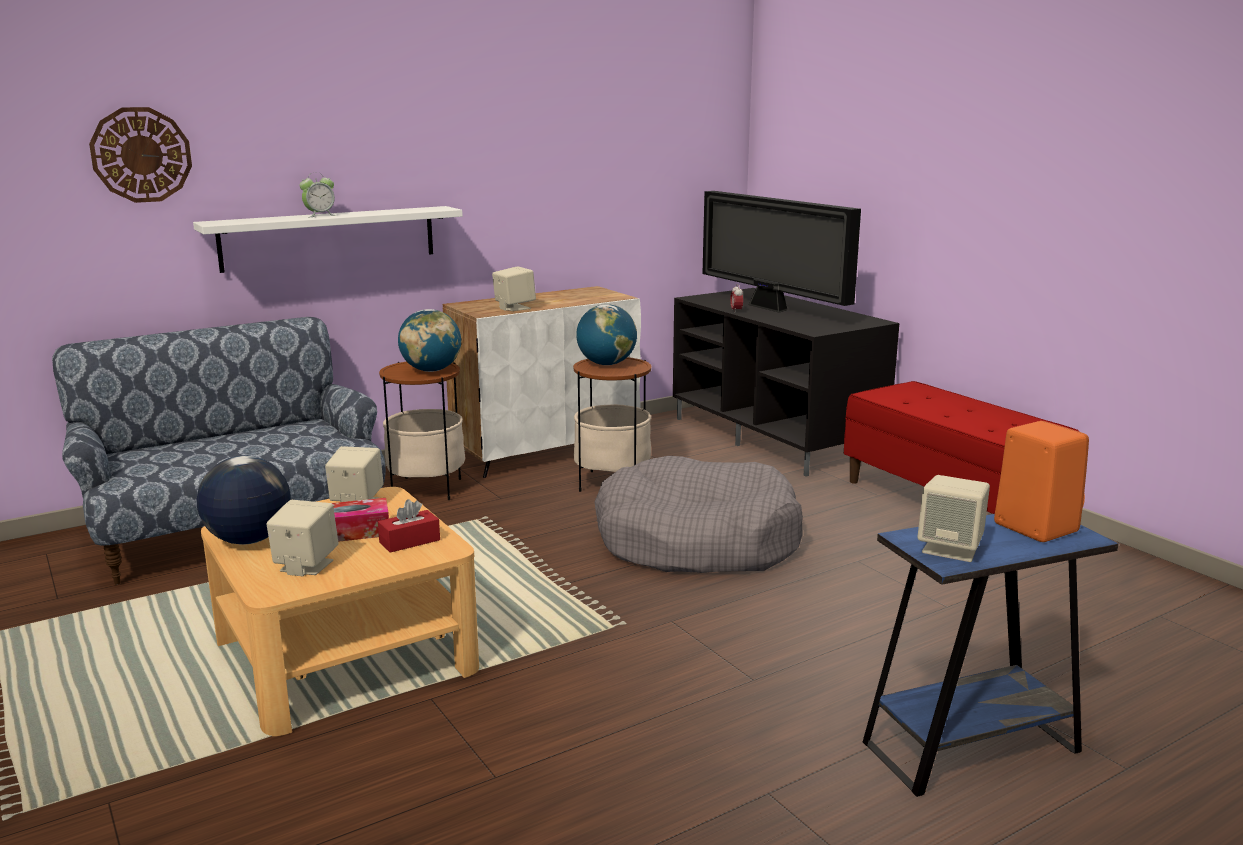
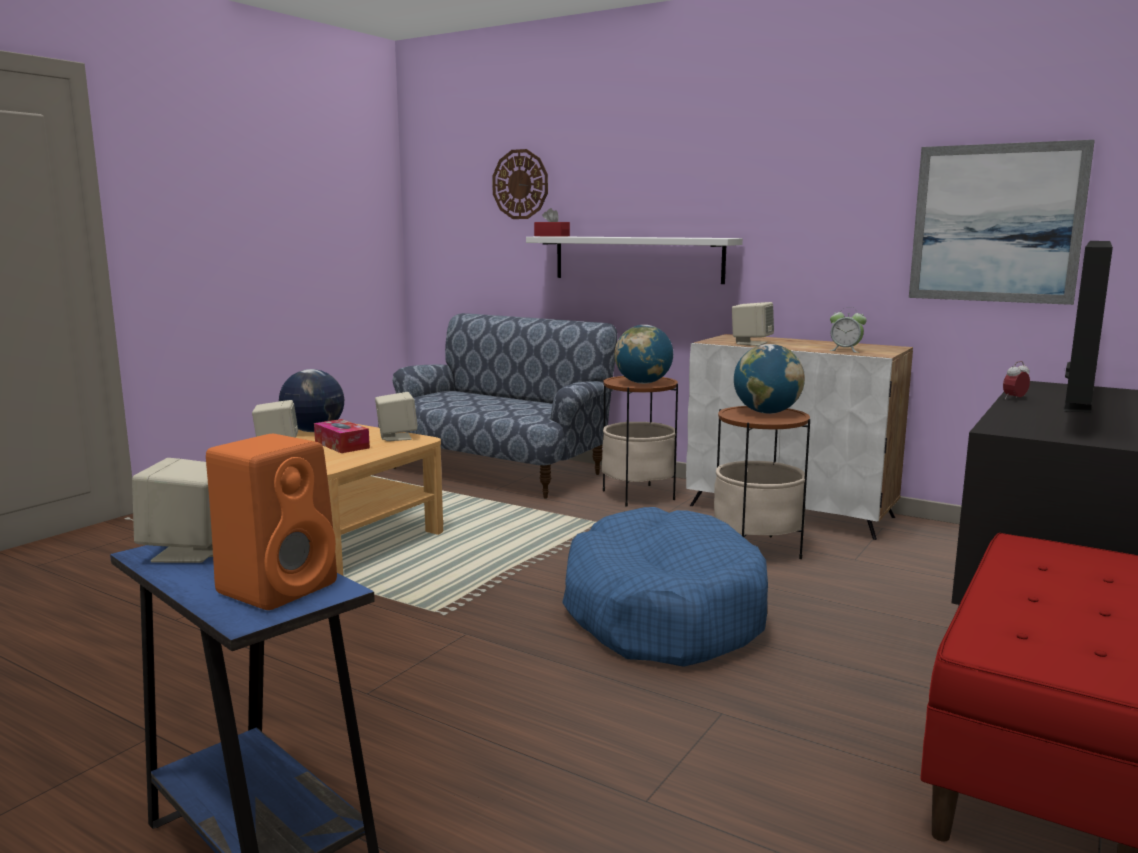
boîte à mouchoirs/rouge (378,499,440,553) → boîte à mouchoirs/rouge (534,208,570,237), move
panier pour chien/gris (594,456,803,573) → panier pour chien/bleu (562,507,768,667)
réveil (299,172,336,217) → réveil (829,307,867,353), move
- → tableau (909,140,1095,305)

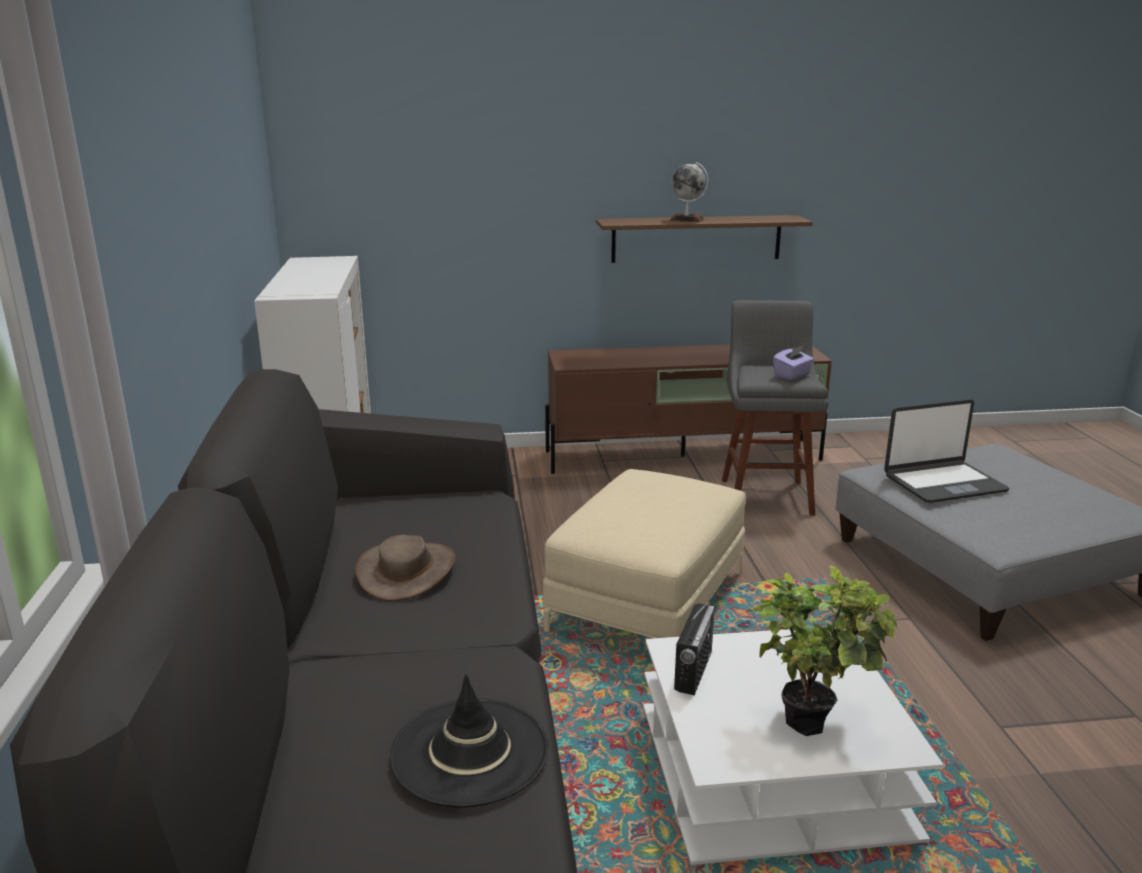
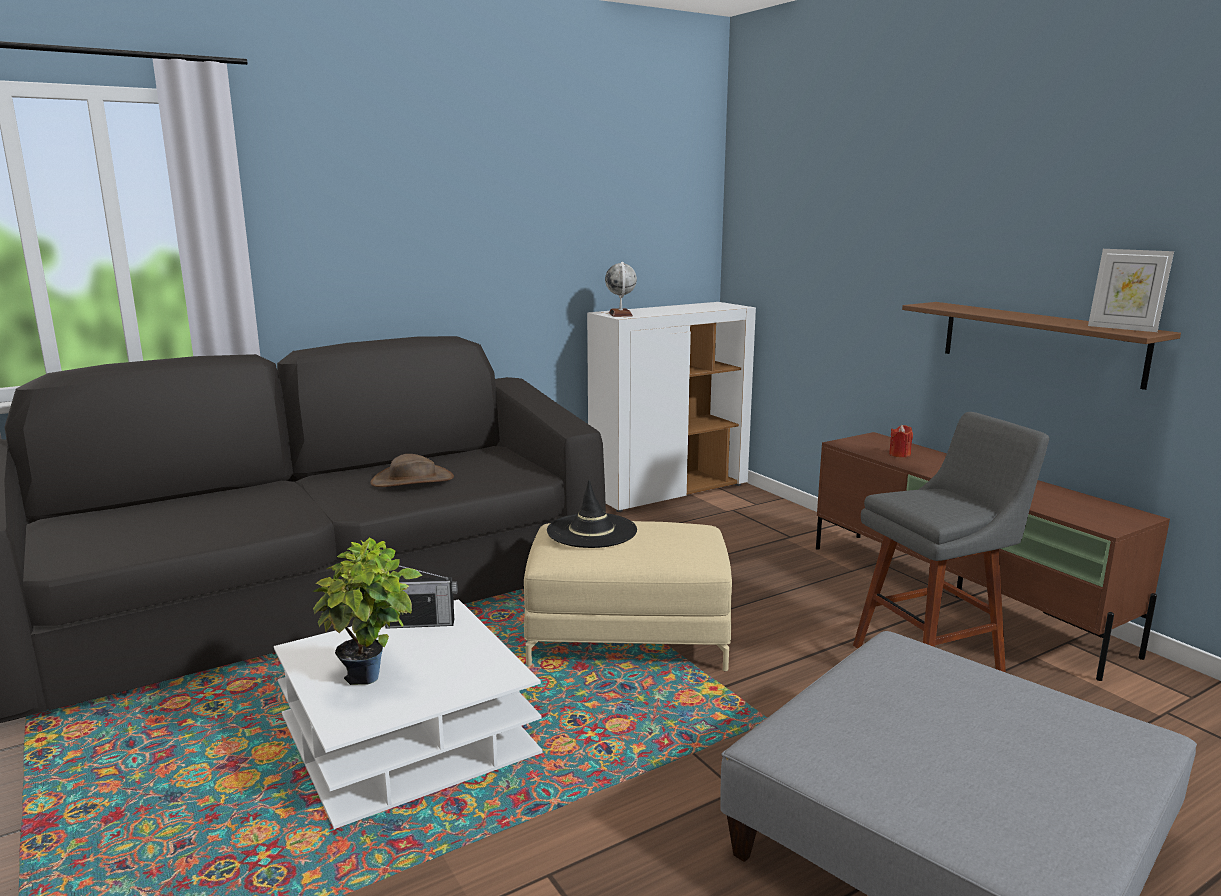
chapeau/noir (390,674,549,808) → chapeau/noir (547,480,637,548), move
globe (669,162,709,222) → globe (605,262,637,317), move
- → bougie/rouge (889,425,913,457)
- → cadre photo (1088,249,1174,332)
boîte à mouchoirs/violet (773,345,814,380) → -
ordinateur portable (884,399,1009,503) → -

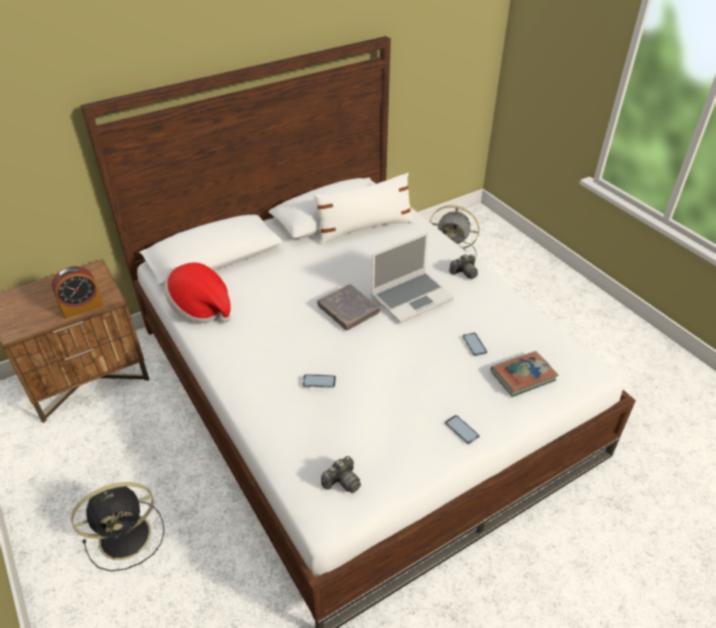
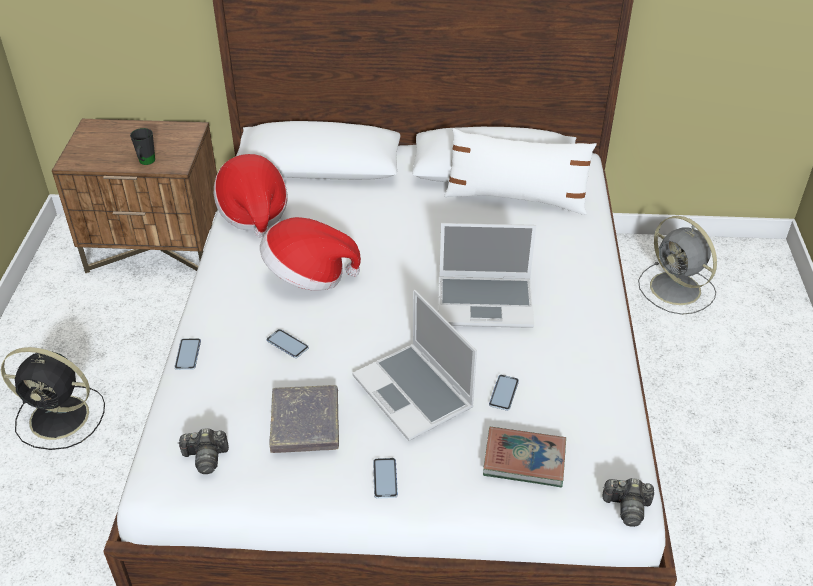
réveil (52,266,104,319) → mug/noir (130,128,155,165)
- → téléphone (175,338,201,370)
- → chapeau (260,217,361,291)
livre/gris (317,284,380,331) → livre/gris (269,385,339,453), move
- → ordinateur portable (352,290,477,441)
appareil photo (449,254,478,279) → appareil photo (603,478,654,527), move

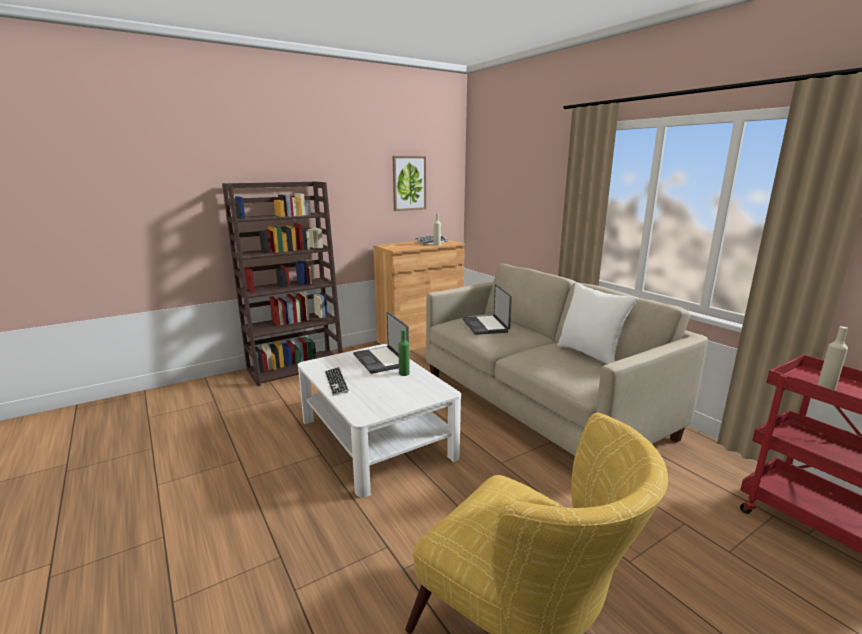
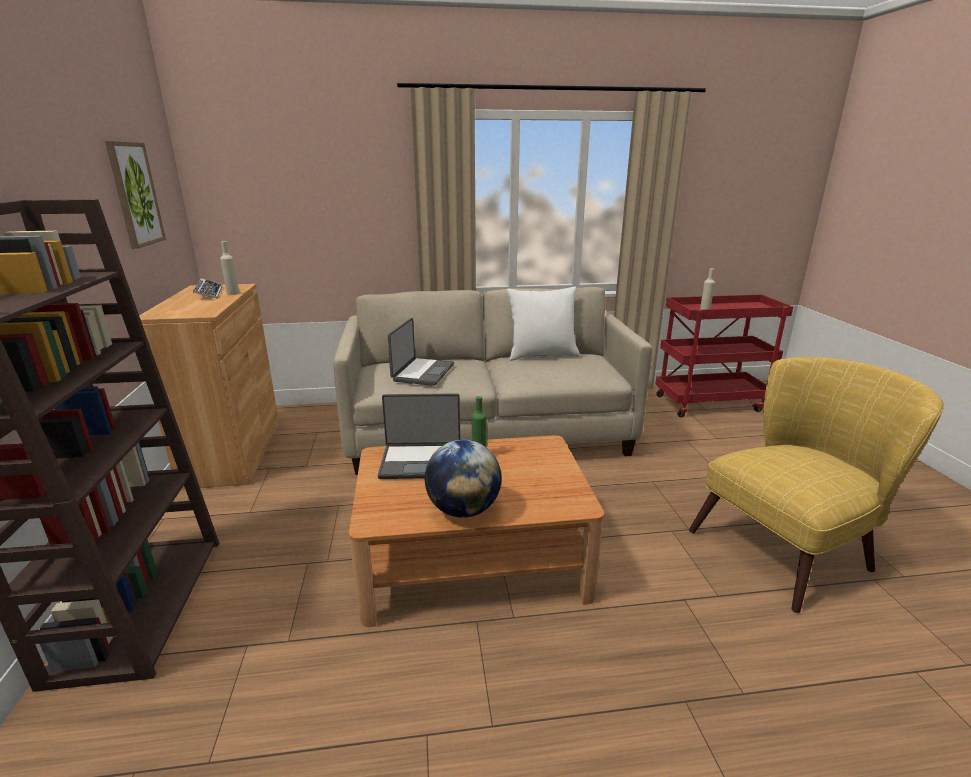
table basse/blanc (298,344,461,498) → table basse/marron (349,435,604,627)
ordinateur portable (462,284,512,335) → ordinateur portable (387,318,454,386), 90 degrees counterclockwise
clavier (325,367,349,396) → globe (425,439,502,518)

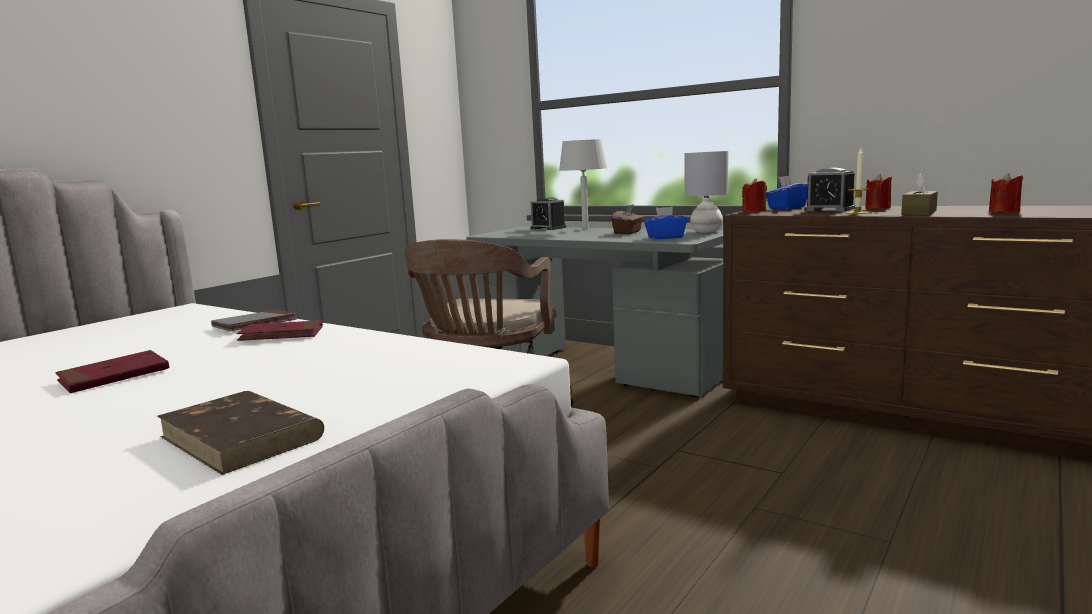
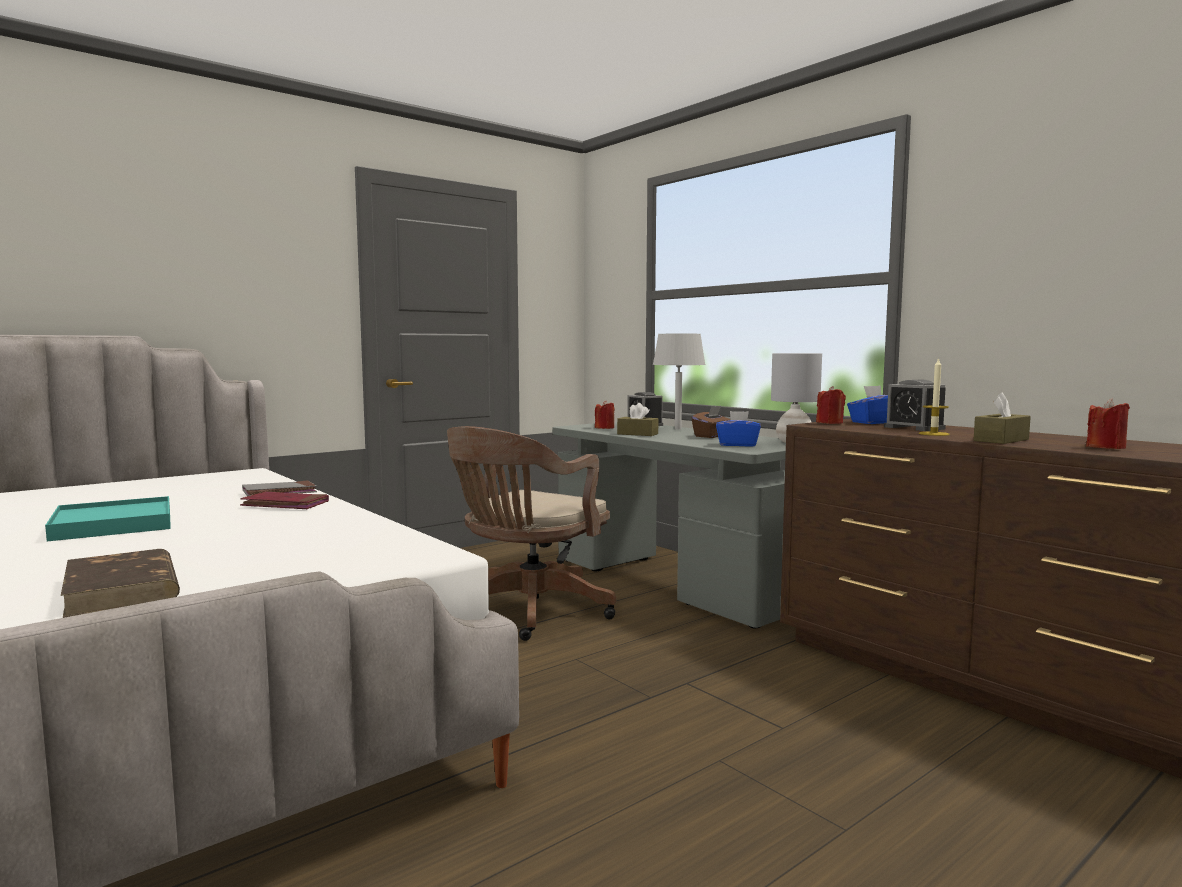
livre/rouge (55,350,169,393) → plateau/turquoise (45,496,171,541)
bougie/rouge (865,174,892,209) → bougie/rouge (595,401,615,429), move
- → boîte à mouchoirs/marron (617,403,658,436)

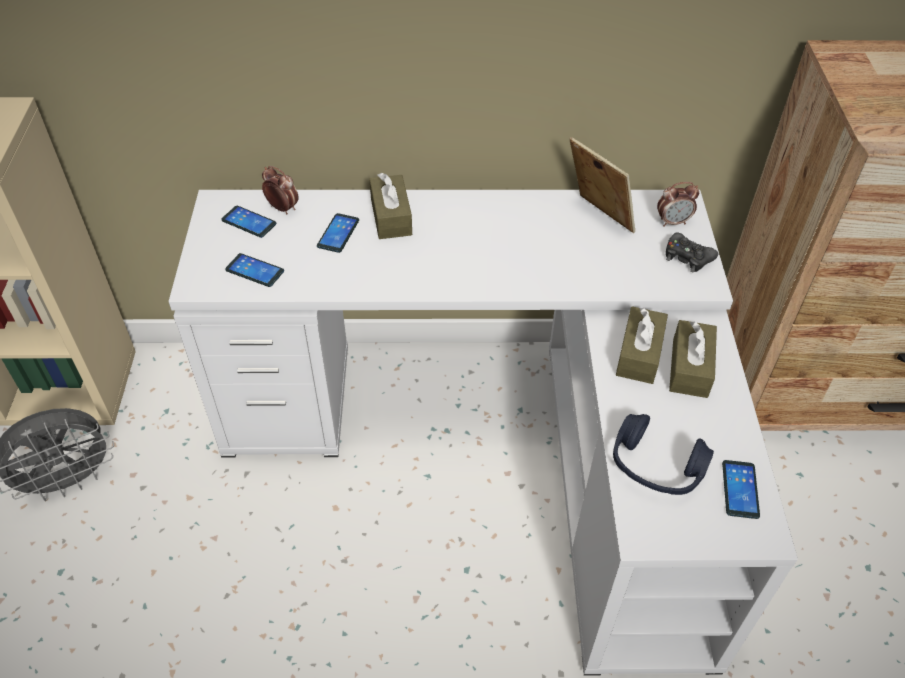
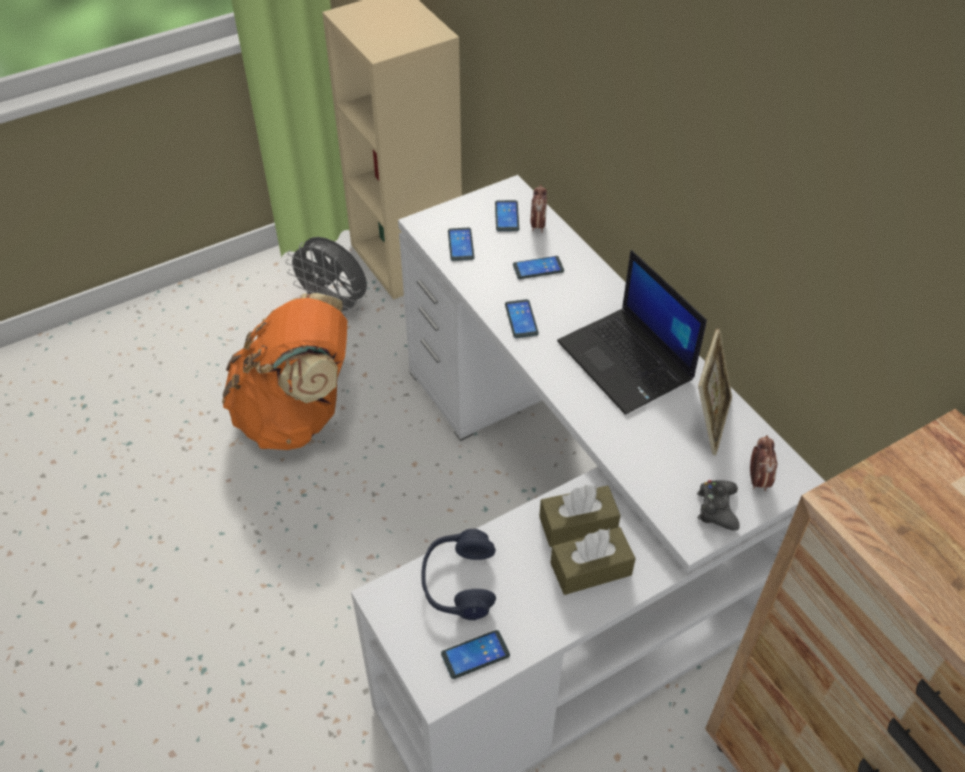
- → sac à dos/orange (222,293,347,450)
- → téléphone (505,299,539,338)
- → ordinateur portable (557,250,707,415)
réveil (657,182,699,227) → réveil (750,435,778,491), 135 degrees counterclockwise
boîte à mouchoirs/marron (369,173,412,239) → -

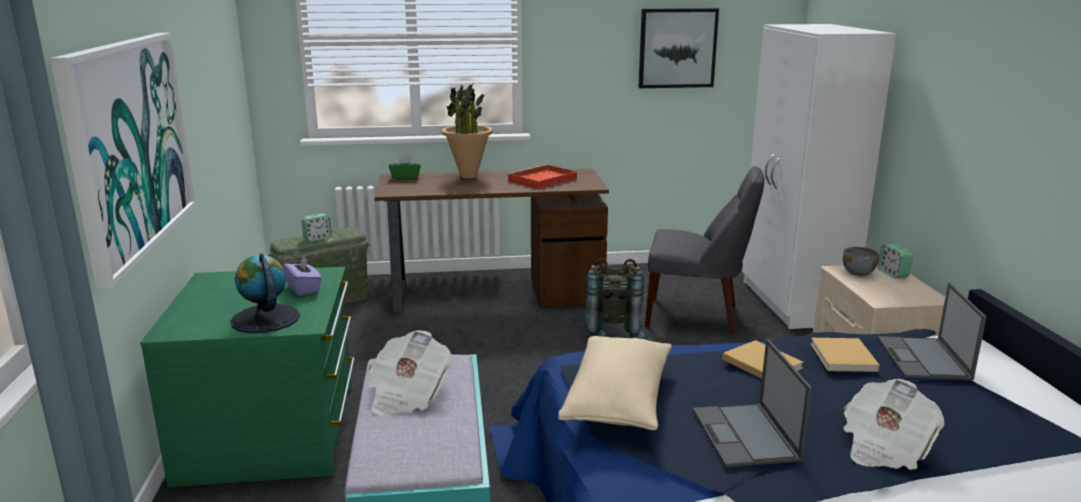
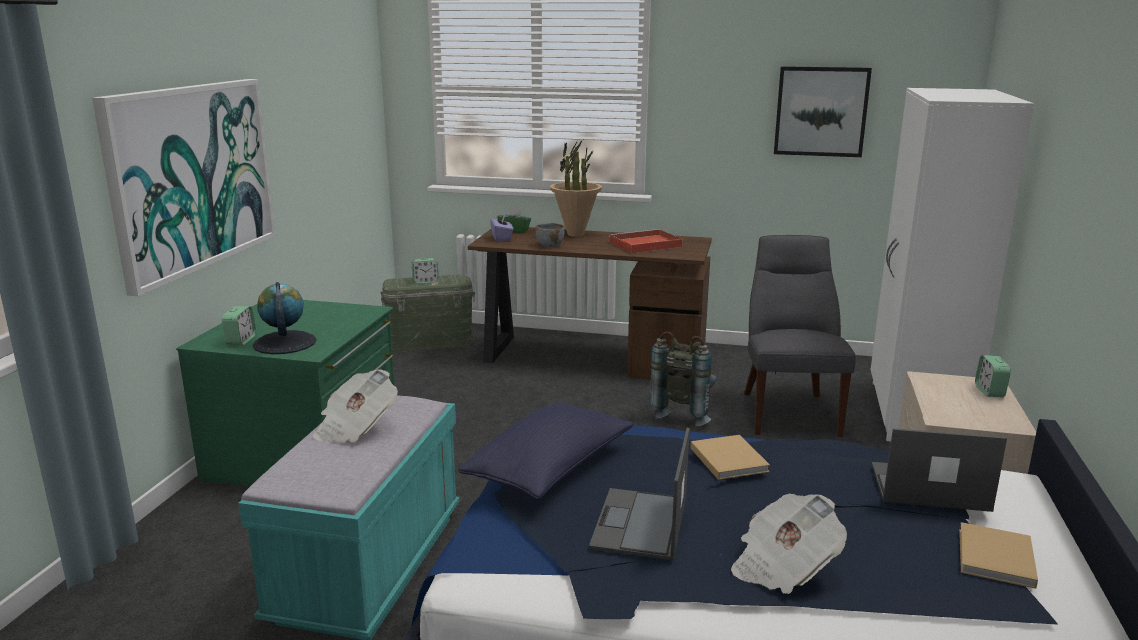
- → réveil (222,306,256,346)
coussin/beige (558,336,672,430) → coussin/bleu (459,402,633,499)
boîte à mouchoirs/violet (283,255,322,296) → boîte à mouchoirs/violet (490,214,513,241), move
bol/gris (843,247,879,276) → bol/gris (535,223,565,248), move
chaise/gris (645,166,764,334) → chaise/gris (744,235,856,437), 120 degrees counterclockwise
ordinateur portable (878,282,986,380) → ordinateur portable (872,428,1007,512), 75 degrees clockwise
livre/beige (811,338,880,372) → livre/beige (959,522,1038,589), move

